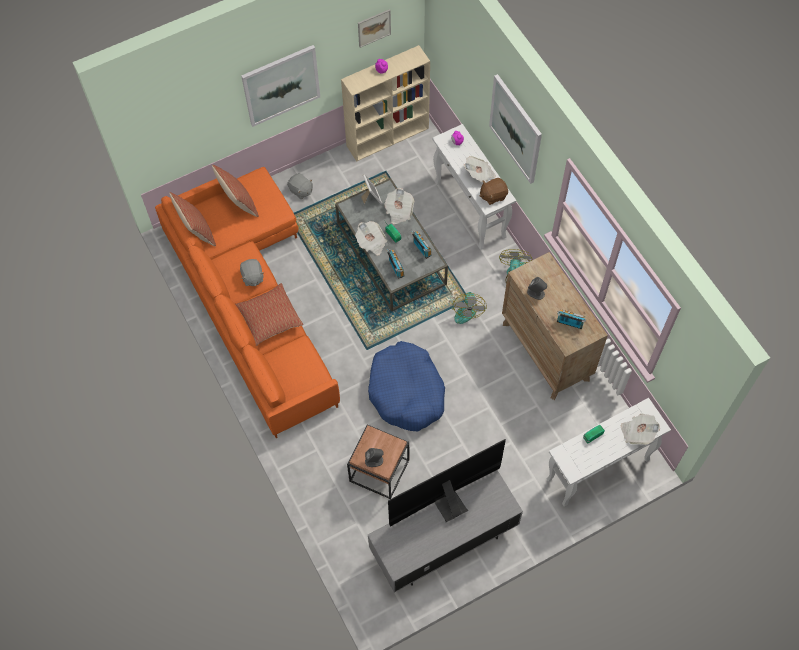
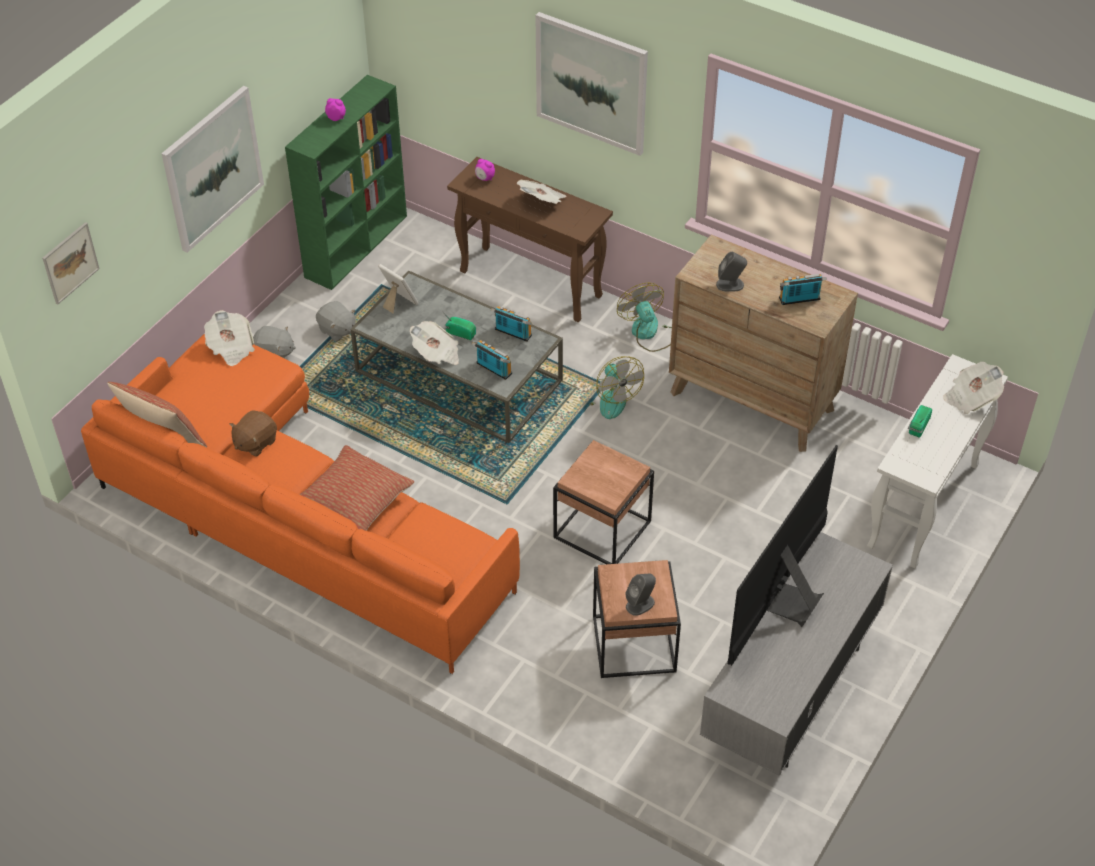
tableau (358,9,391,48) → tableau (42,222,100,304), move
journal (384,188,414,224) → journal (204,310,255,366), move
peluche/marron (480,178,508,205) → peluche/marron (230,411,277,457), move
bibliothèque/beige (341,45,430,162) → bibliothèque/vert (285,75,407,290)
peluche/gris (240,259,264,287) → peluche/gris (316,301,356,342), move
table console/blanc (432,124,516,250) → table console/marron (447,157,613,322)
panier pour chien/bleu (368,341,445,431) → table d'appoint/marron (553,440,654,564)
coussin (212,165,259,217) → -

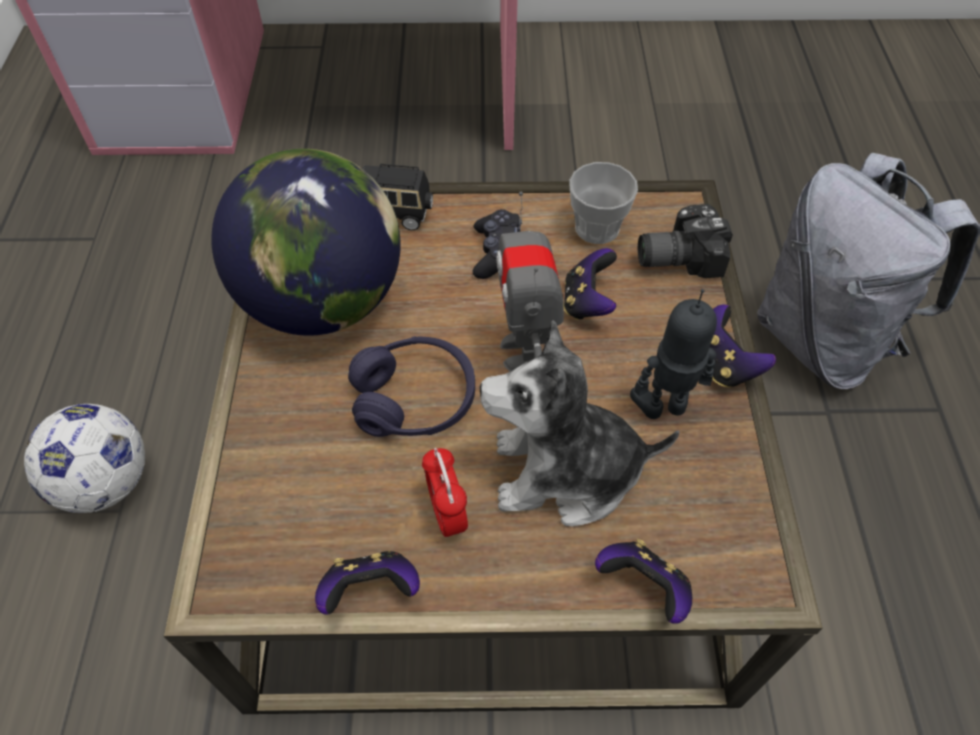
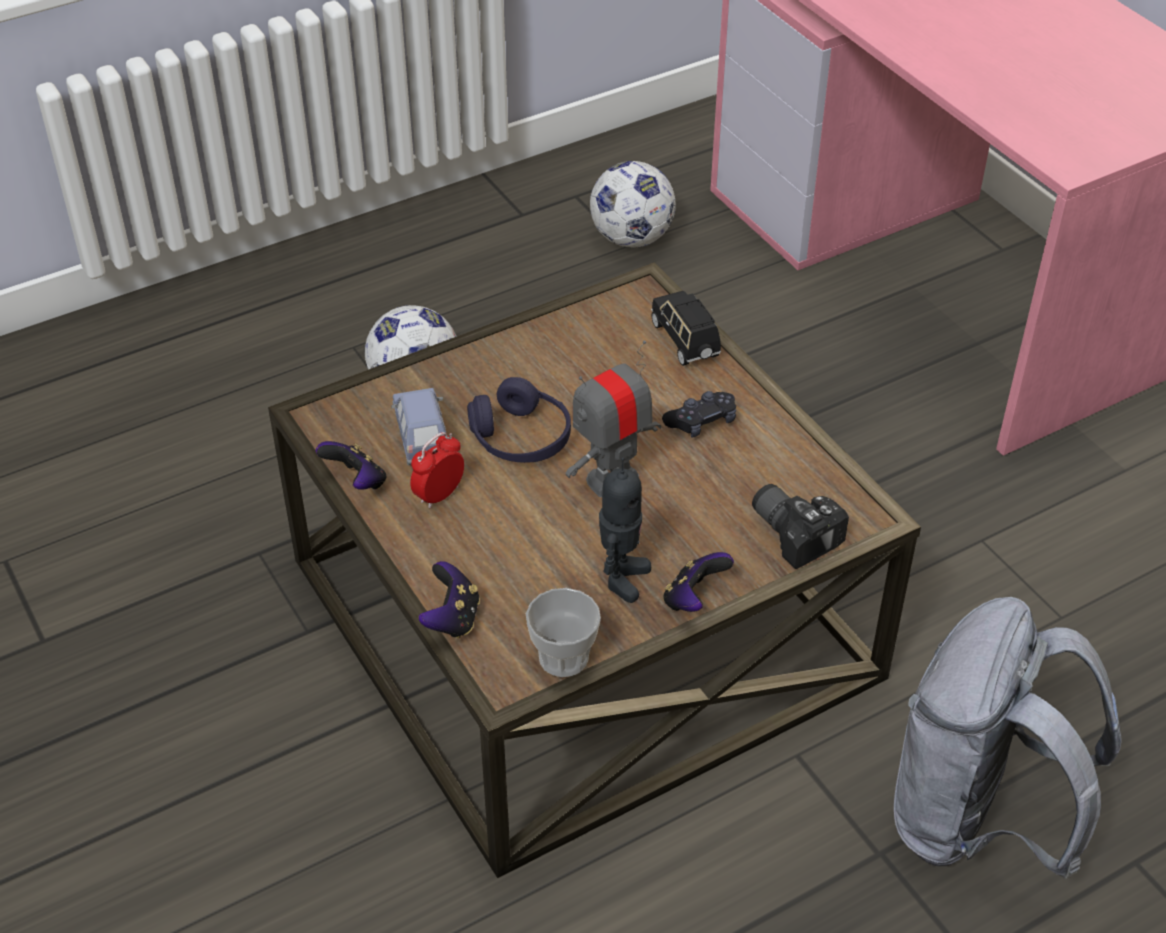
- → petite voiture/bleu (391,388,447,465)
tasse (569,162,638,244) → tasse (526,588,601,677), move
- → ballon de foot (590,161,676,247)
robot jouet (630,289,717,419) → robot jouet (599,458,651,603), 60 degrees clockwise
globe (211,149,401,336) → -
peluche (480,320,680,526) → -
manette (564,248,617,320) → -

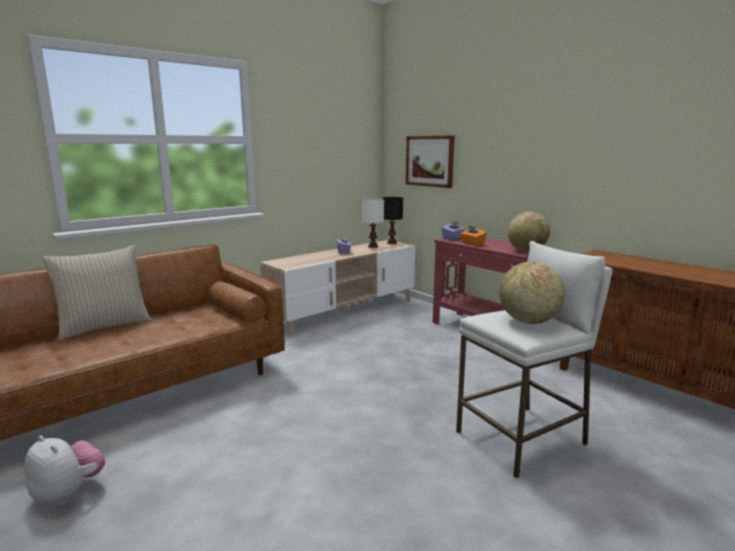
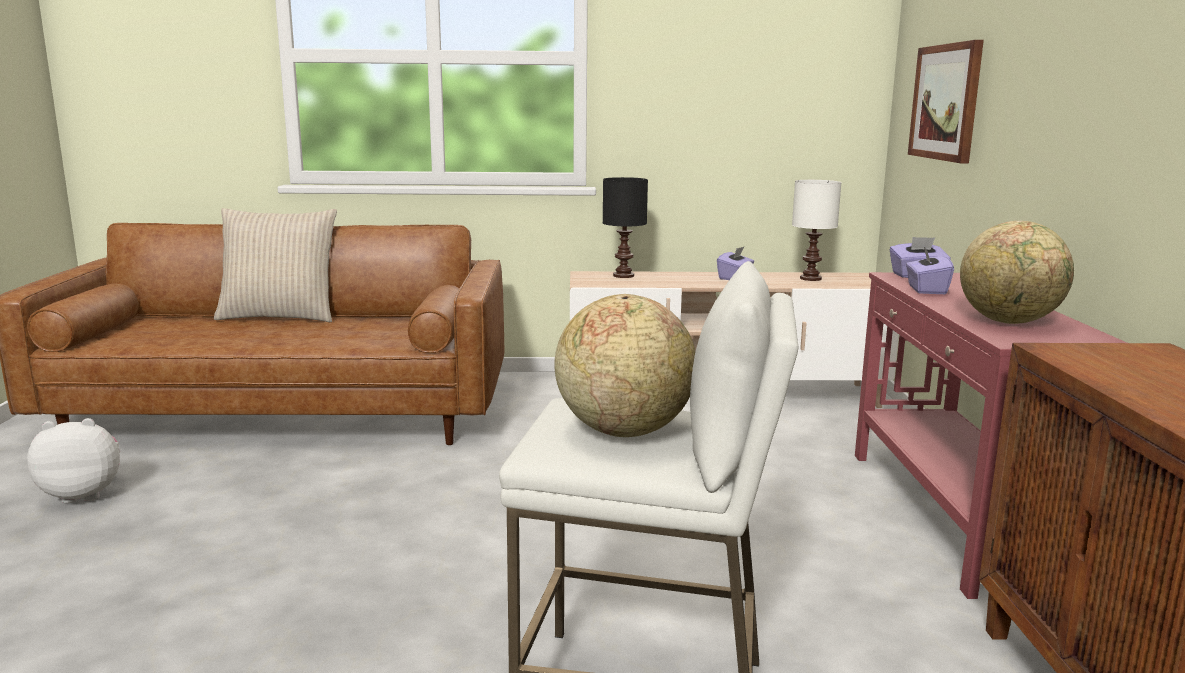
peluche (25,435,105,506) → peluche (27,418,120,503), 90 degrees counterclockwise
lampe de table/noir (382,197,403,244) → lampe de table/noir (603,177,648,278), move
boîte à mouchoirs/orange (460,225,487,246) → boîte à mouchoirs/violet (906,245,954,294)

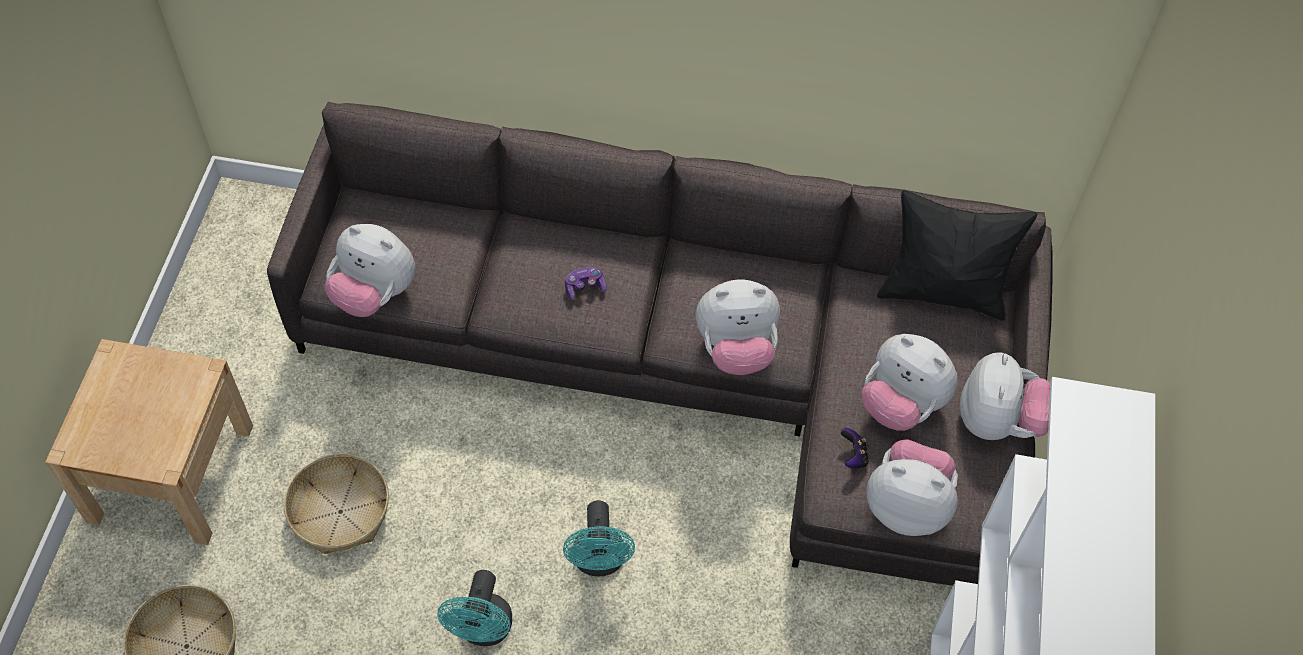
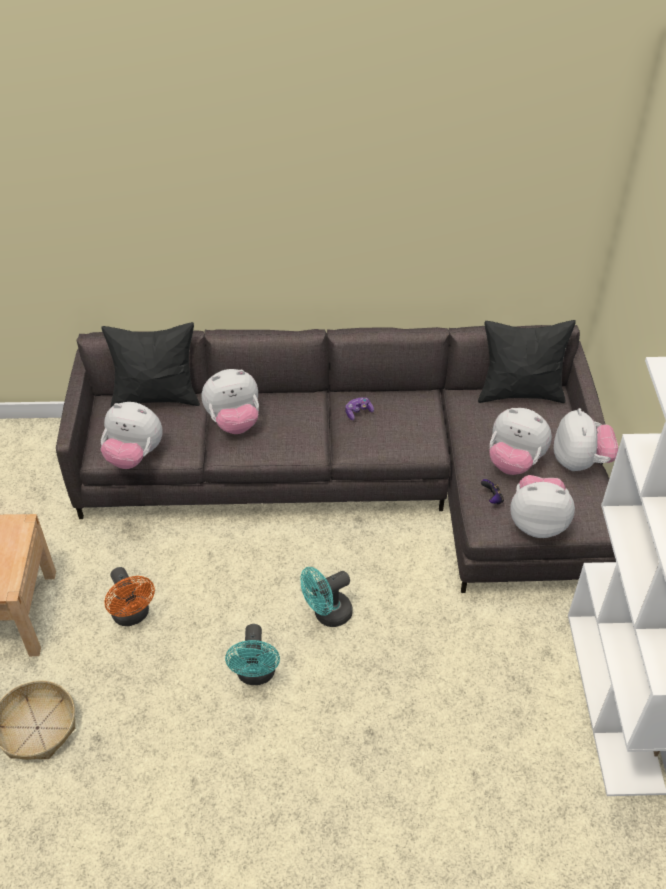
- → coussin/noir (101,322,200,407)
panier (284,454,389,554) → ventilateur/orange (104,567,155,626)
peluche (696,280,780,375) → peluche (202,369,259,434), move
ventilateur/turquoise (563,500,635,576) → ventilateur/turquoise (301,567,353,627), 75 degrees clockwise
manette (565,267,607,300) → manette (345,397,374,420), move

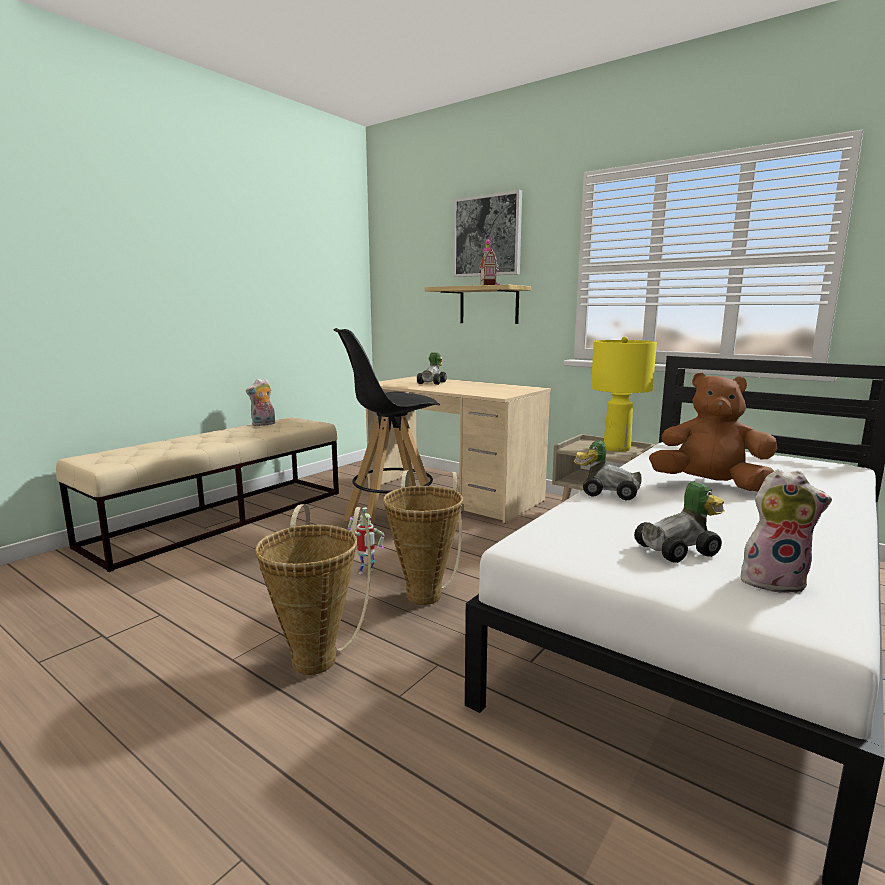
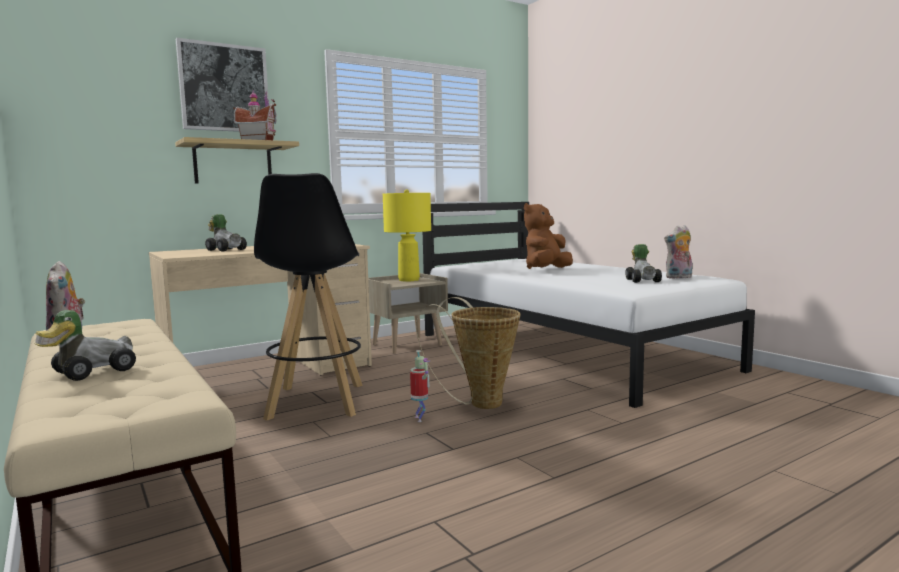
petite voiture (574,440,642,500) → petite voiture (34,310,136,381), move
peluche (740,469,832,594) → peluche (664,225,692,279), 135 degrees counterclockwise
panier (255,504,371,675) → -

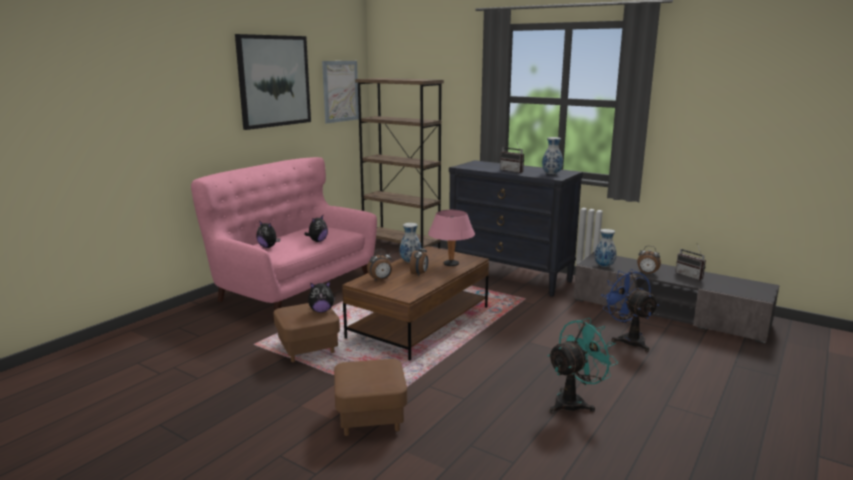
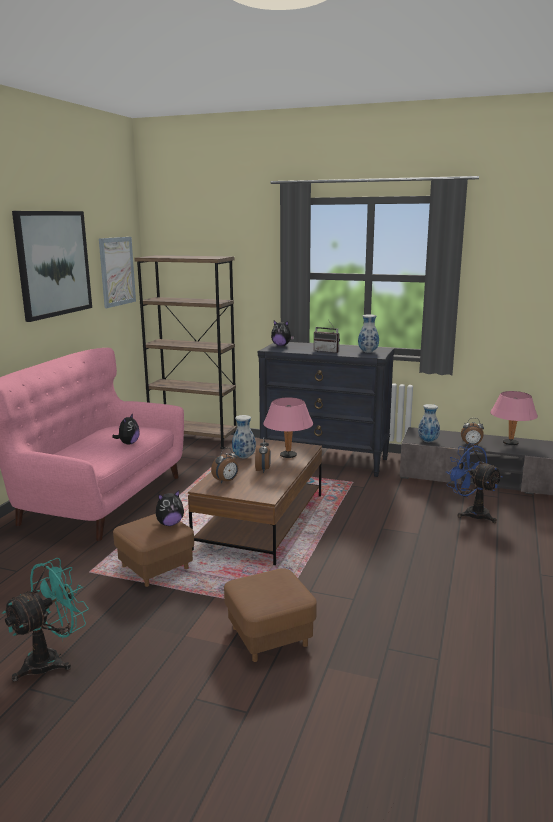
ventilateur/turquoise (548,318,618,414) → ventilateur/turquoise (2,558,89,682), move
peluche (256,220,280,248) → peluche (271,321,294,346), move
radio (675,244,706,280) → lampe de table/rose (490,391,538,445)

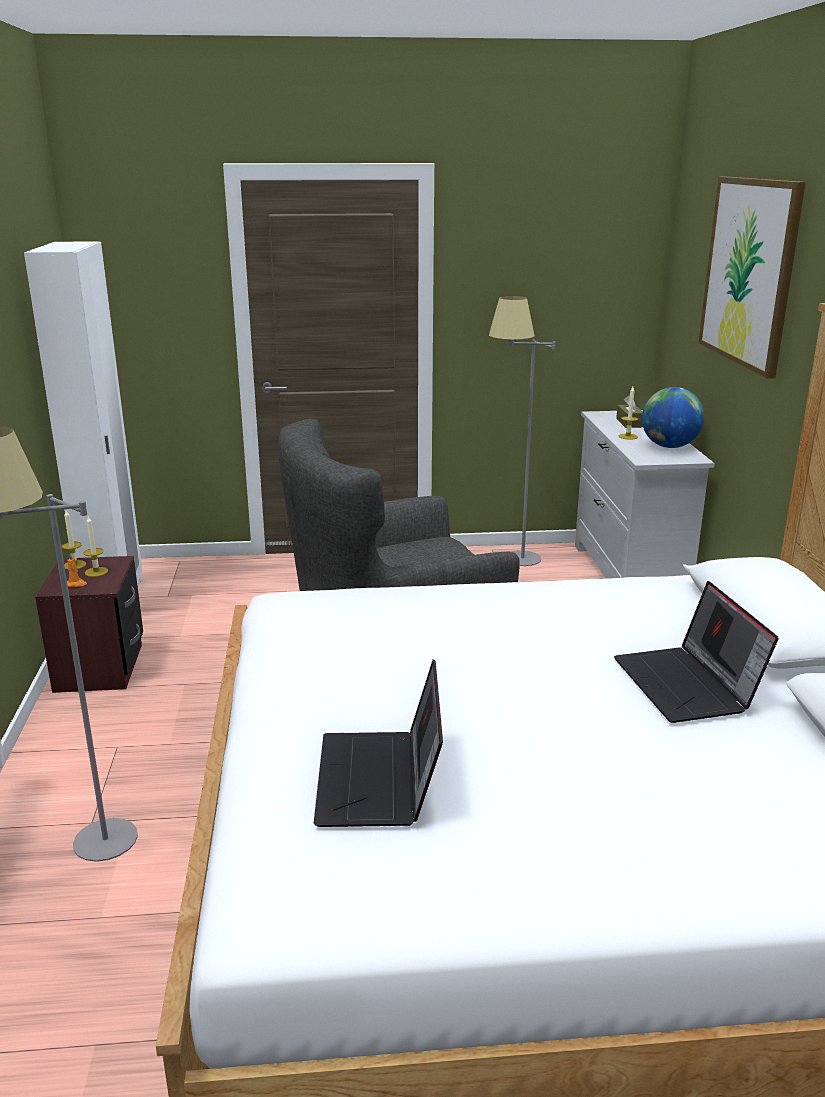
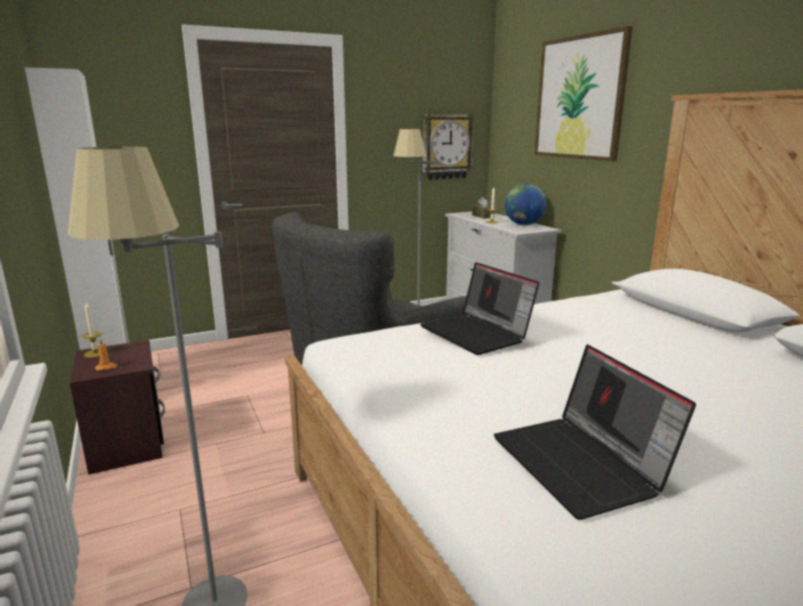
ordinateur portable (614,581,779,723) → ordinateur portable (420,262,539,355), move
- → horloge murale (423,114,475,180)
bougie (83,516,108,577) → -

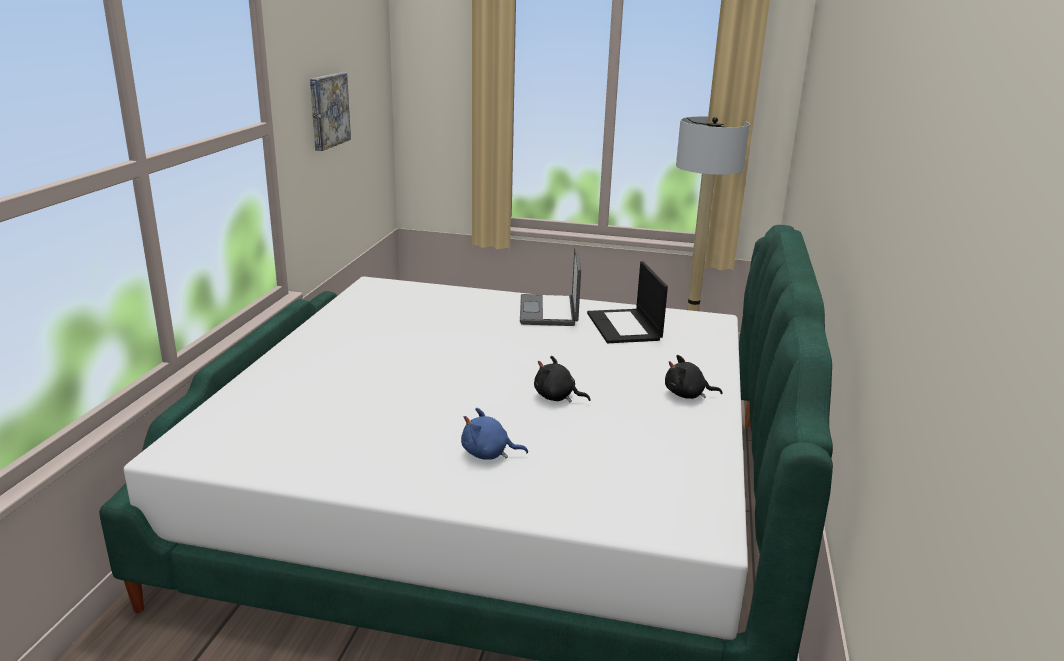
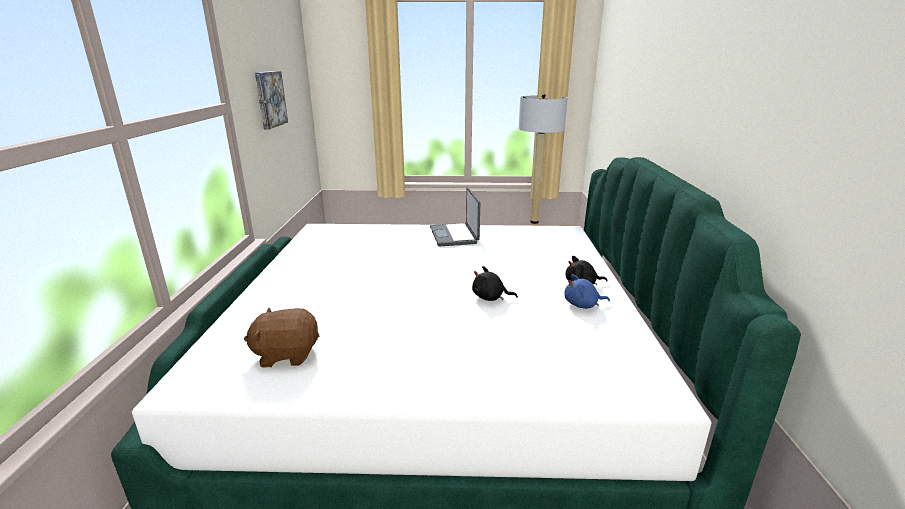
- → peluche/marron (244,307,319,368)
peluche/bleu (461,408,528,460) → peluche/bleu (564,274,610,309), move
ordinateur portable (587,261,668,343) → -

